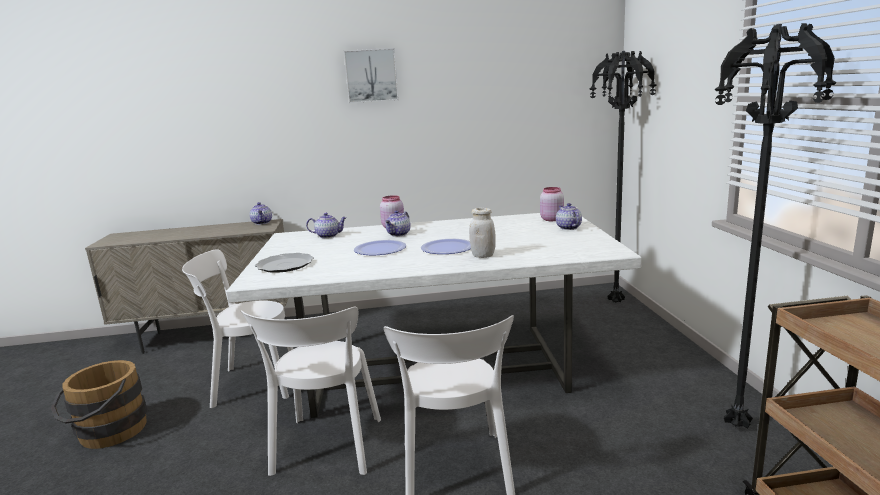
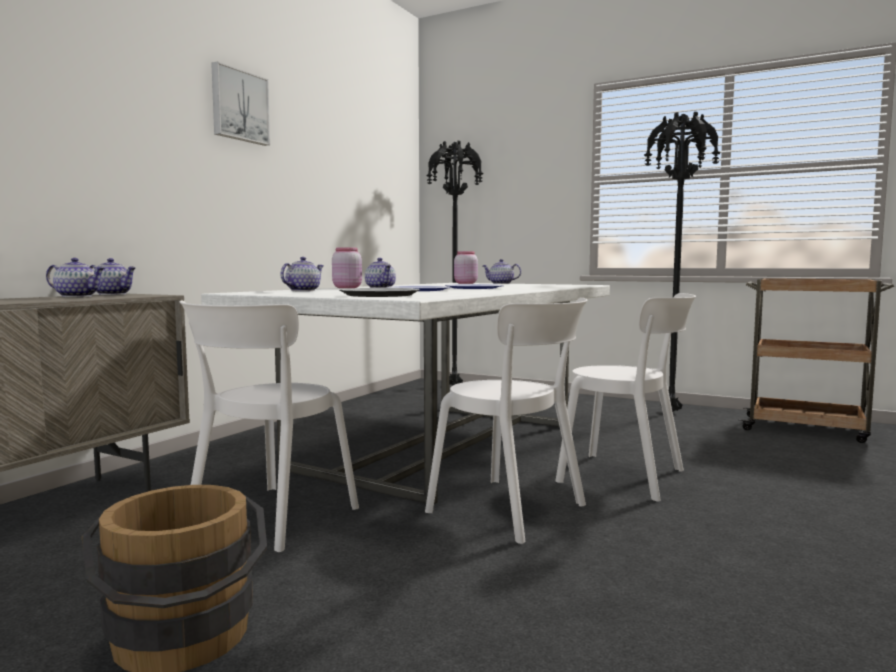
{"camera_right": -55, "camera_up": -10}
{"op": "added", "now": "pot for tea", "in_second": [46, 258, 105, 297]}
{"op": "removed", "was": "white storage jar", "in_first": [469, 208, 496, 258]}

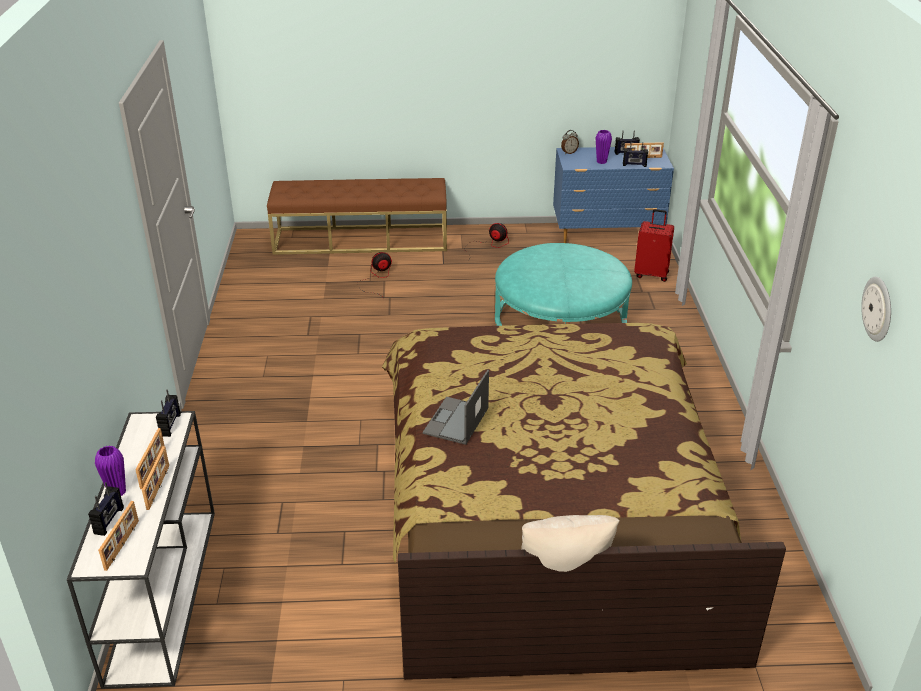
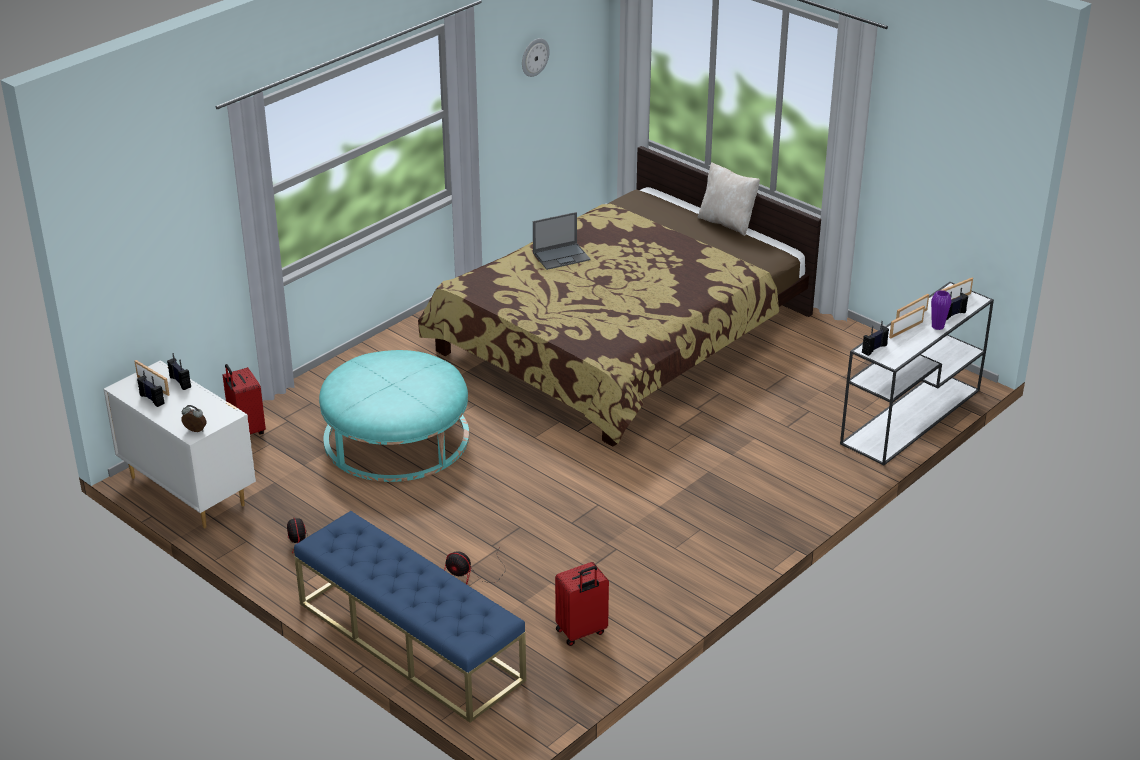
{"camera_right": -135, "camera_up": 0}
{"op": "recoloured", "was": "bluish chest of drawers", "now": "white chest of drawers", "in_first": [553, 147, 674, 243], "in_second": [104, 360, 256, 529]}
{"op": "recoloured", "was": "brown bench", "now": "bluish bench", "in_first": [267, 178, 447, 255], "in_second": [294, 511, 526, 723]}
{"op": "moved", "was": "notebook computer", "in_first": [423, 370, 489, 445], "in_second": [533, 212, 591, 270]}
{"op": "added", "now": "red piece of luggage", "in_second": [555, 562, 609, 646]}
{"op": "removed", "was": "purple-coloured flower vase", "in_first": [596, 130, 612, 164]}

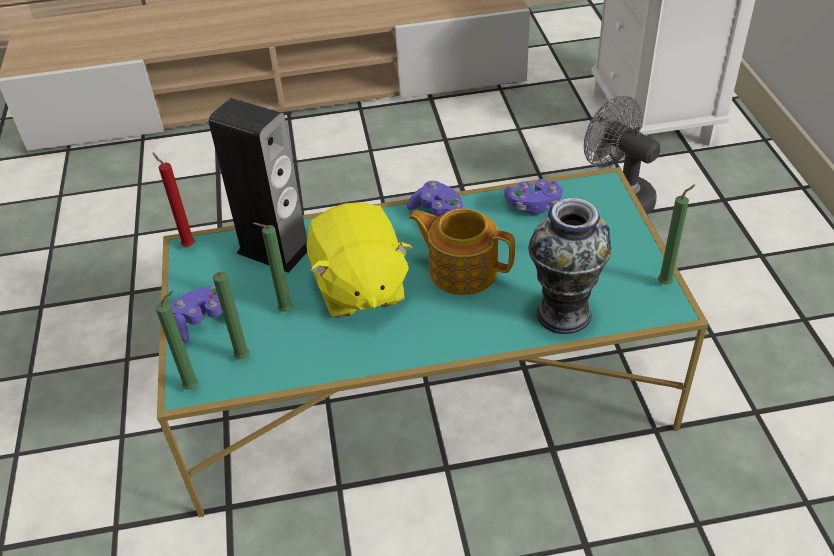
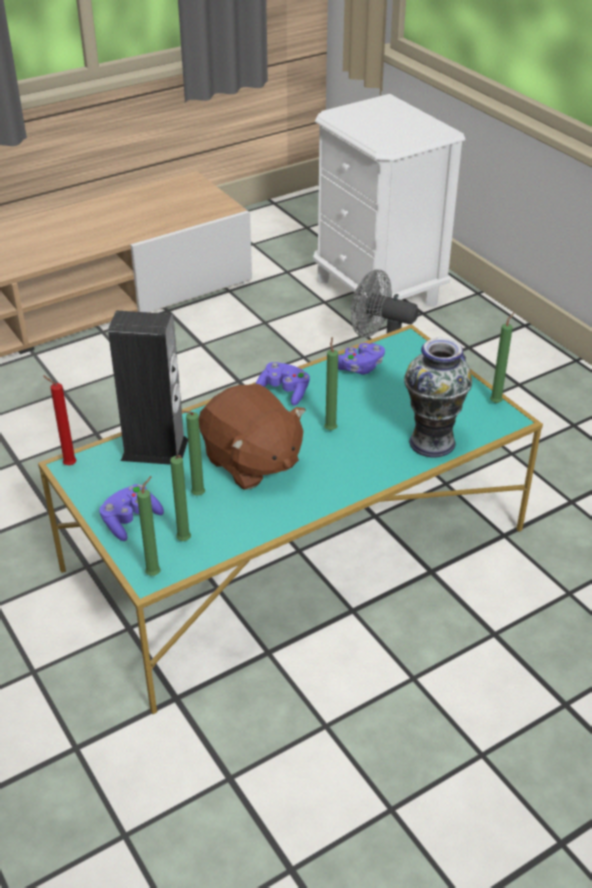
{"camera_right": -25, "camera_up": -5}
{"op": "recoloured", "was": "yellow-coloured plush toy", "now": "brown plush toy", "in_first": [307, 202, 412, 318], "in_second": [199, 384, 306, 490]}
{"op": "replaced", "was": "pot for tea", "now": "green wax light", "in_first": [408, 208, 515, 295], "in_second": [324, 337, 338, 430]}

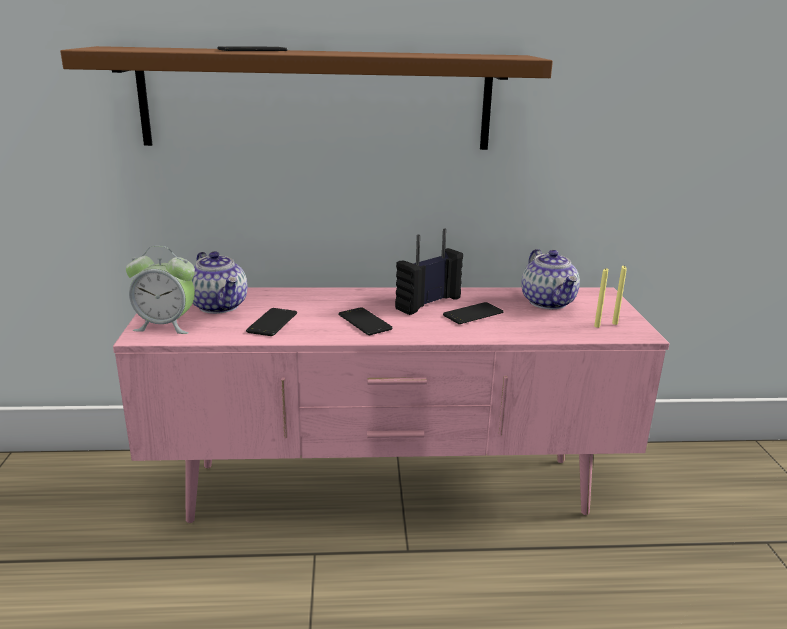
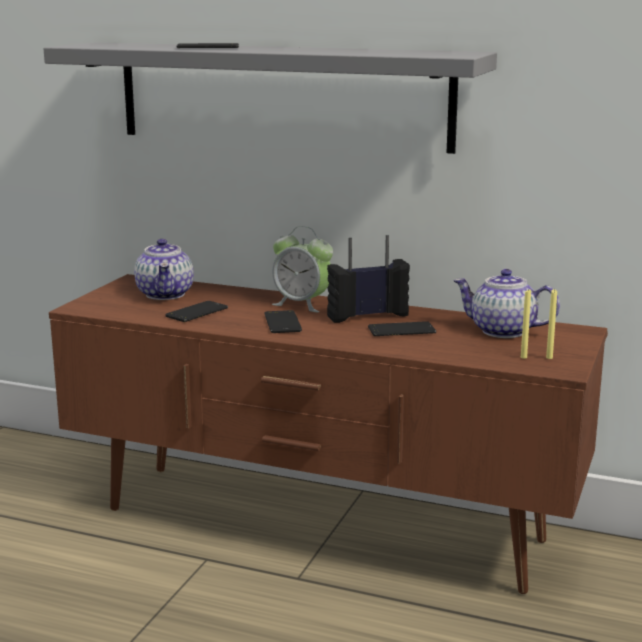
{"camera_right": 25, "camera_up": -5}
{"op": "recoloured", "was": "brown bracket shelf", "now": "grey bracket shelf", "in_first": [60, 46, 553, 150], "in_second": [43, 42, 497, 154]}
{"op": "recoloured", "was": "pinkish media console", "now": "brown media console", "in_first": [113, 287, 670, 523], "in_second": [49, 274, 608, 594]}
{"op": "moved", "was": "table clock", "in_first": [126, 246, 195, 334], "in_second": [272, 226, 333, 312]}
{"op": "turned", "was": "pot for tea", "in_first": [521, 249, 580, 309], "in_second": [453, 269, 560, 338], "clockwise": 105}

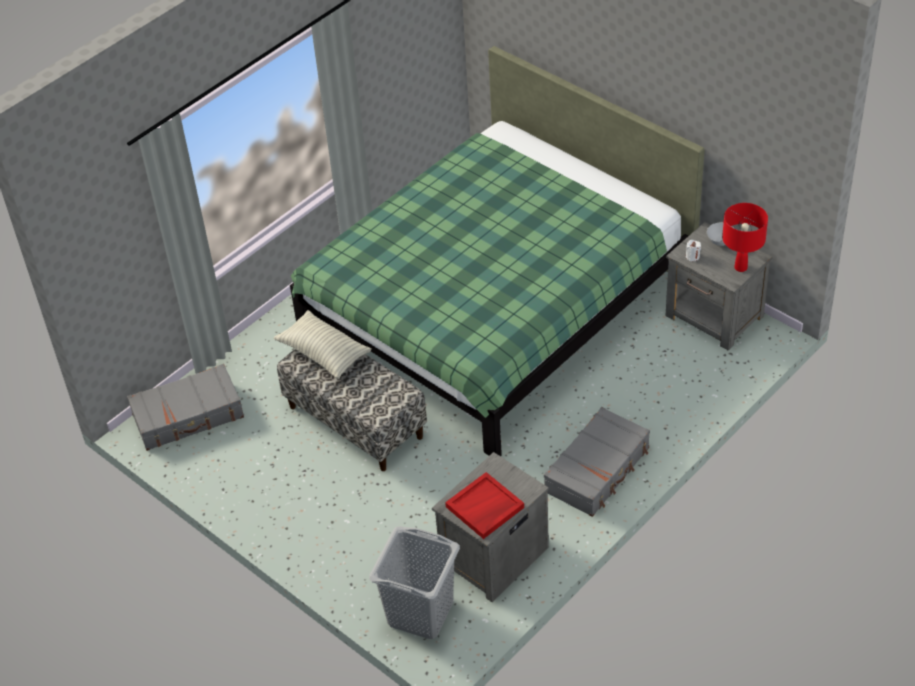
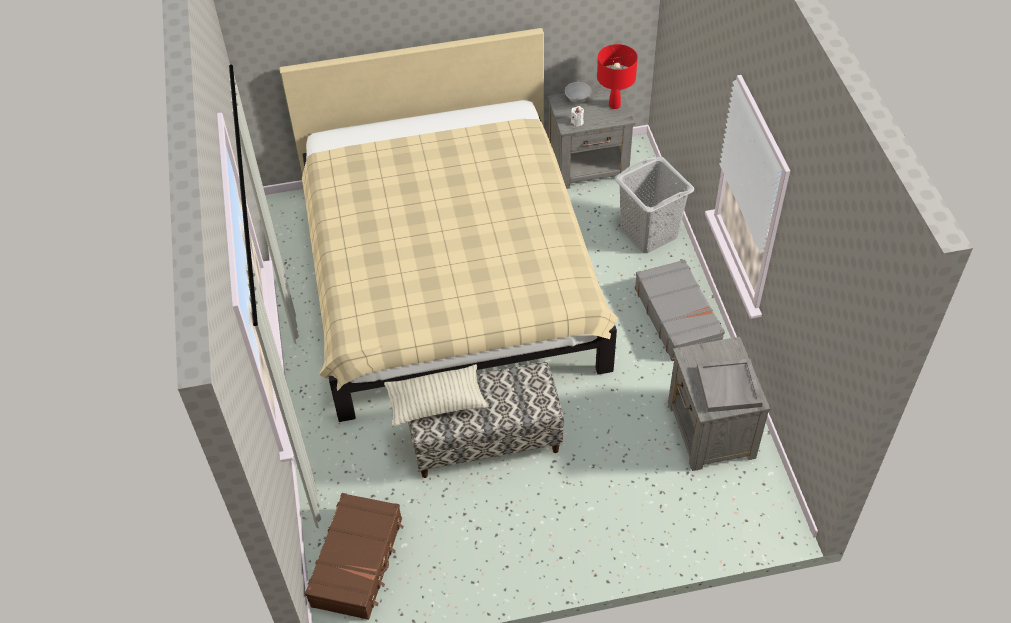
{"camera_right": -55, "camera_up": 5}
{"op": "recoloured", "was": "green sleeping bed", "now": "beige sleeping bed", "in_first": [290, 46, 705, 456], "in_second": [279, 28, 618, 422]}
{"op": "recoloured", "was": "grey piece of luggage", "now": "brown piece of luggage", "in_first": [127, 364, 244, 451], "in_second": [305, 493, 404, 620]}
{"op": "moved", "was": "grey washing basket", "in_first": [369, 526, 460, 639], "in_second": [615, 156, 694, 253]}
{"op": "recoloured", "was": "red carrying tray", "now": "grey carrying tray", "in_first": [445, 472, 524, 539], "in_second": [697, 359, 763, 412]}

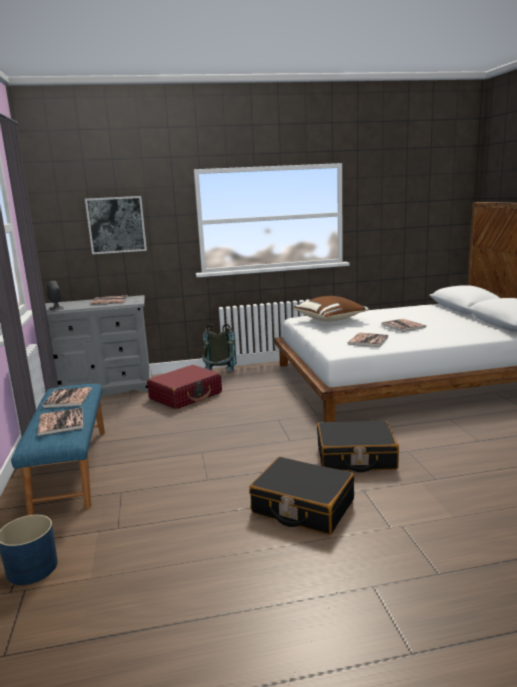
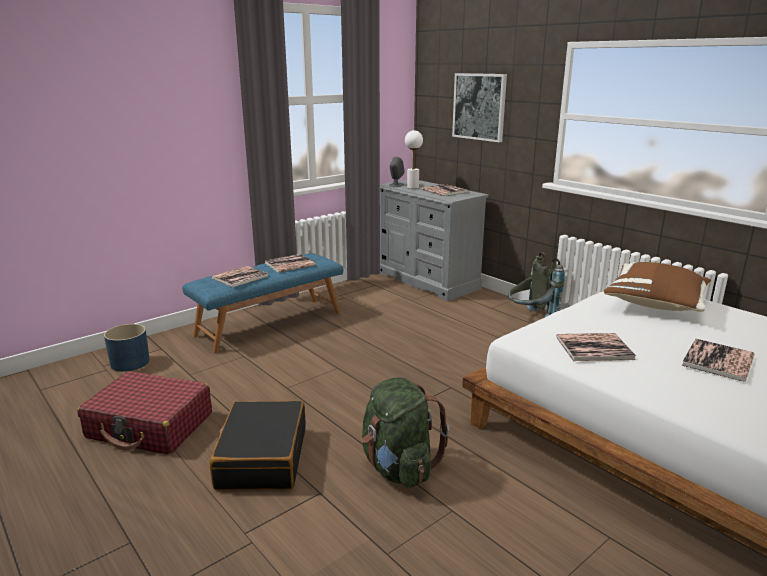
{"camera_right": 60, "camera_up": 5}
{"op": "moved", "was": "red piece of luggage", "in_first": [147, 365, 222, 409], "in_second": [77, 371, 212, 455]}
{"op": "replaced", "was": "black piece of luggage", "now": "green rucksack", "in_first": [317, 420, 399, 472], "in_second": [362, 377, 450, 488]}
{"op": "added", "now": "white tabletop lamp", "in_second": [405, 130, 423, 189]}

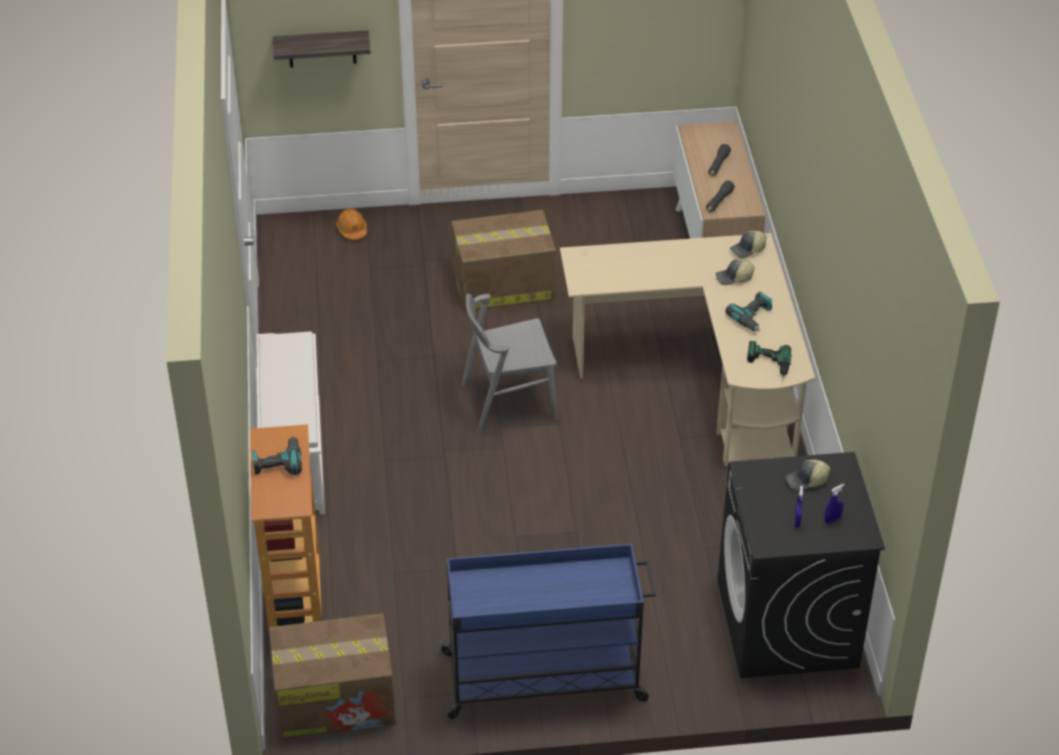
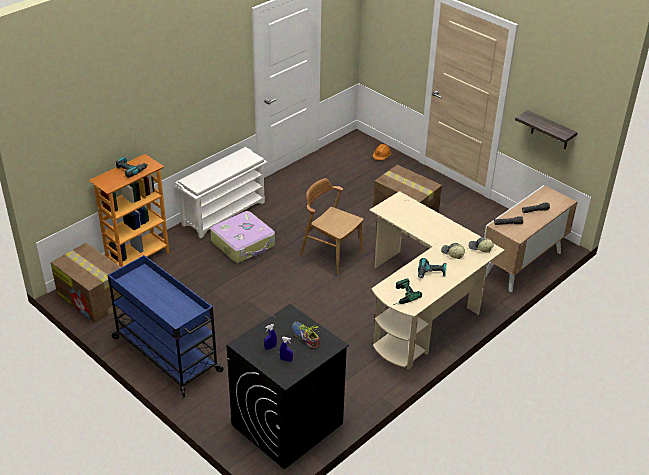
{"camera_right": 50, "camera_up": -5}
{"op": "added", "now": "piece of luggage", "in_second": [210, 211, 275, 263]}
{"op": "replaced", "was": "cap", "now": "shoe", "in_first": [785, 459, 830, 491], "in_second": [292, 322, 320, 348]}
{"op": "recoloured", "was": "grey plain chair", "now": "brown plain chair", "in_first": [461, 294, 558, 433], "in_second": [300, 178, 364, 274]}
{"op": "moved", "was": "bracket shelf", "in_first": [273, 30, 371, 68], "in_second": [515, 110, 578, 149]}

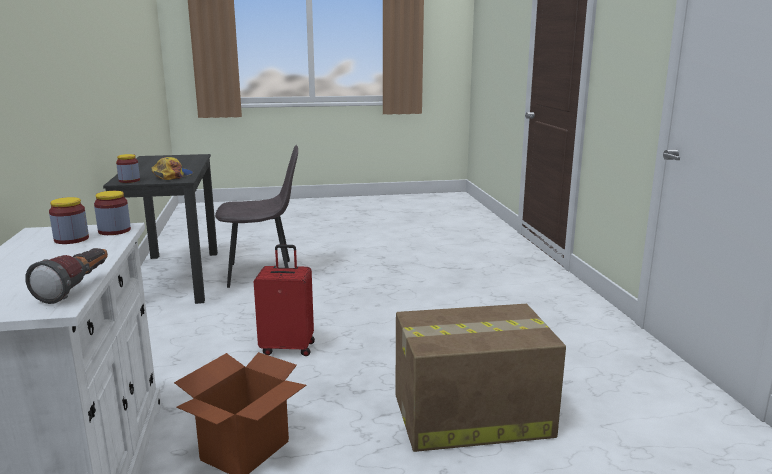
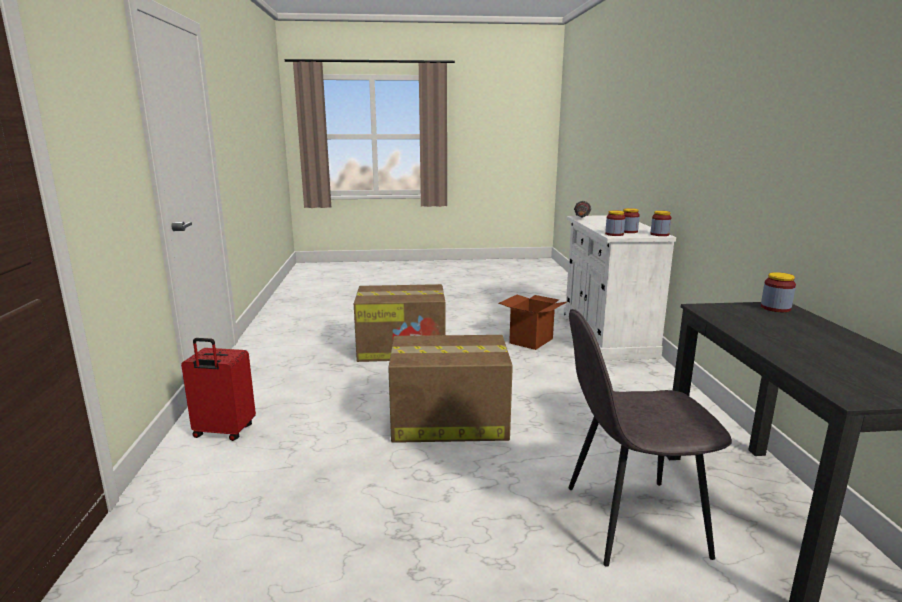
{"camera_right": -175, "camera_up": 0}
{"op": "moved", "was": "red piece of luggage", "in_first": [254, 244, 315, 356], "in_second": [181, 338, 256, 441]}
{"op": "added", "now": "carton", "in_second": [388, 335, 513, 443]}
{"op": "added", "now": "storage jar", "in_second": [651, 211, 671, 236]}
{"op": "removed", "was": "cap", "in_first": [151, 157, 193, 180]}

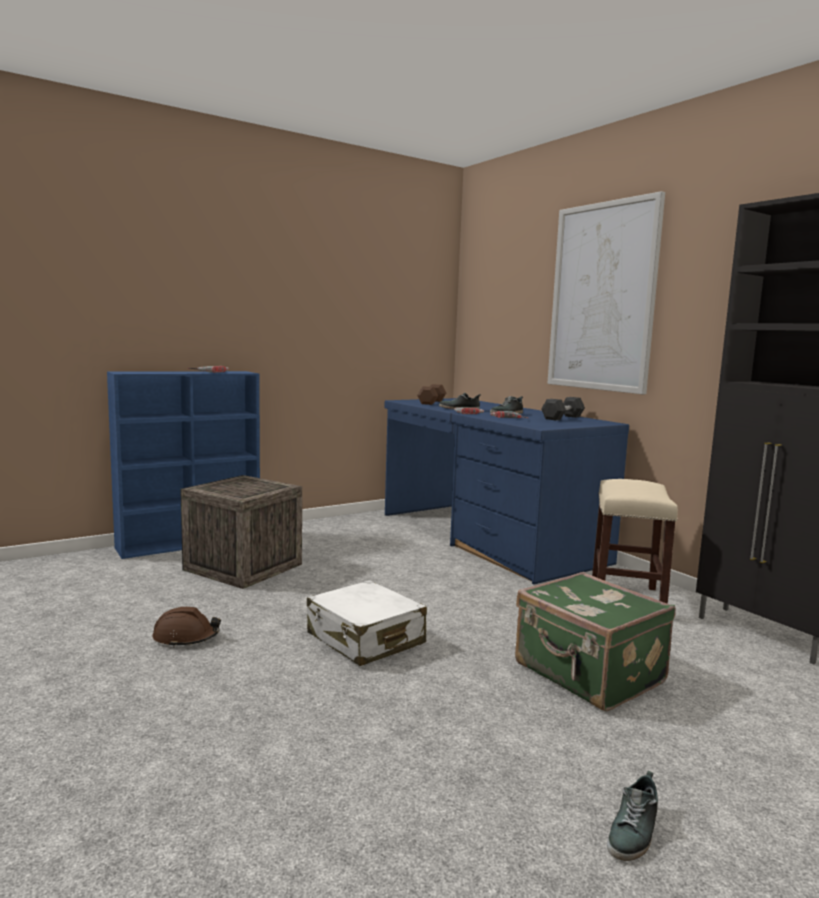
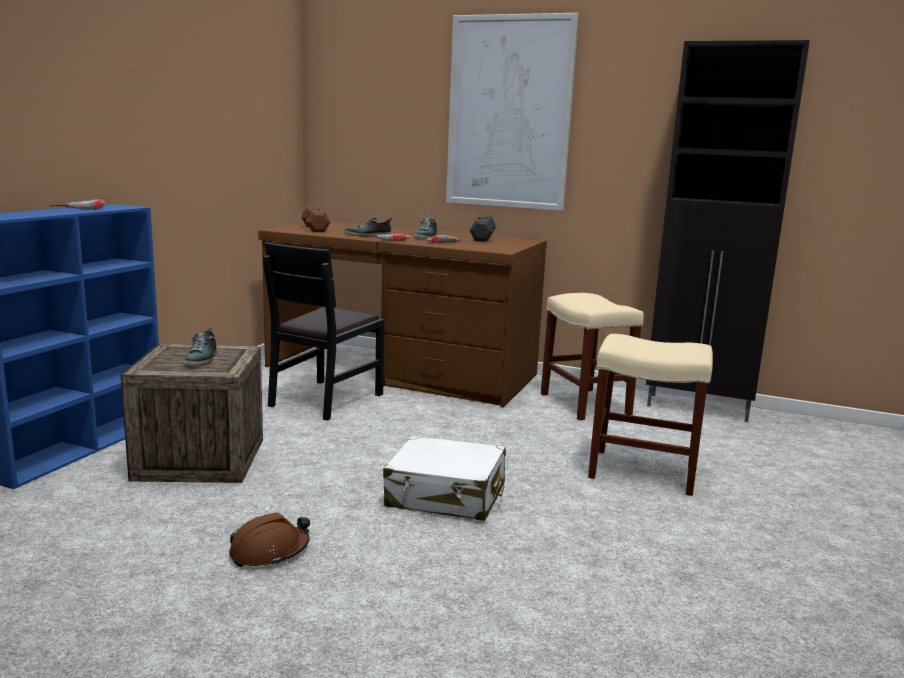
{"camera_right": -35, "camera_up": 5}
{"op": "moved", "was": "shoe", "in_first": [607, 771, 658, 861], "in_second": [183, 328, 217, 366]}
{"op": "recoloured", "was": "bluish desk table", "now": "brown desk table", "in_first": [384, 398, 629, 584], "in_second": [258, 221, 547, 407]}
{"op": "added", "now": "black plain chair", "in_second": [263, 242, 384, 421]}
{"op": "replaced", "was": "green piece of luggage", "now": "beige stool seat", "in_first": [515, 572, 676, 712], "in_second": [588, 334, 713, 496]}

